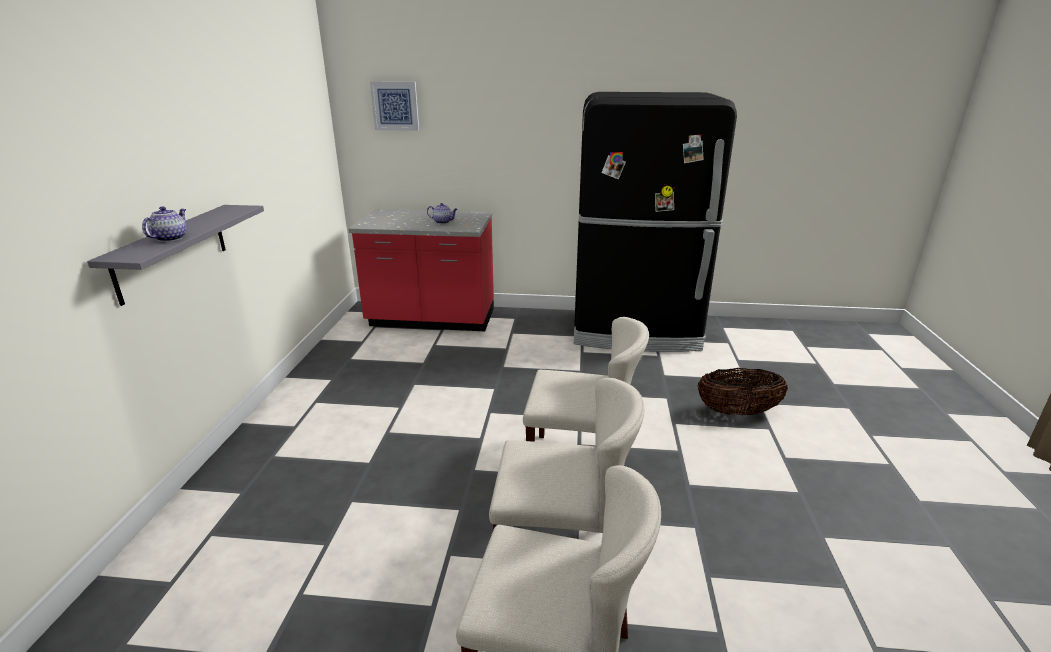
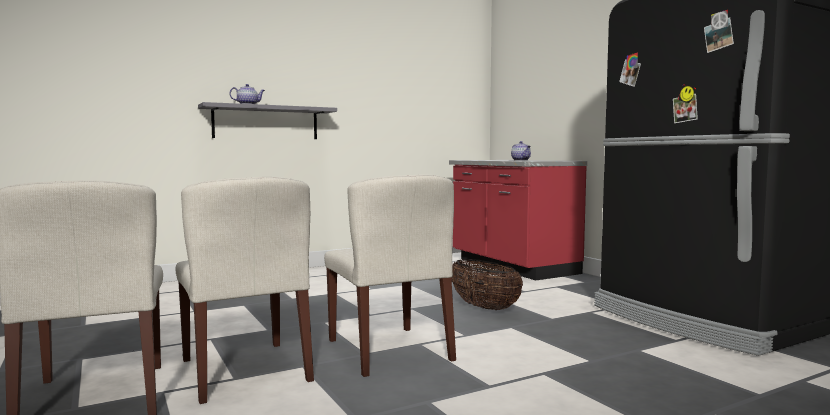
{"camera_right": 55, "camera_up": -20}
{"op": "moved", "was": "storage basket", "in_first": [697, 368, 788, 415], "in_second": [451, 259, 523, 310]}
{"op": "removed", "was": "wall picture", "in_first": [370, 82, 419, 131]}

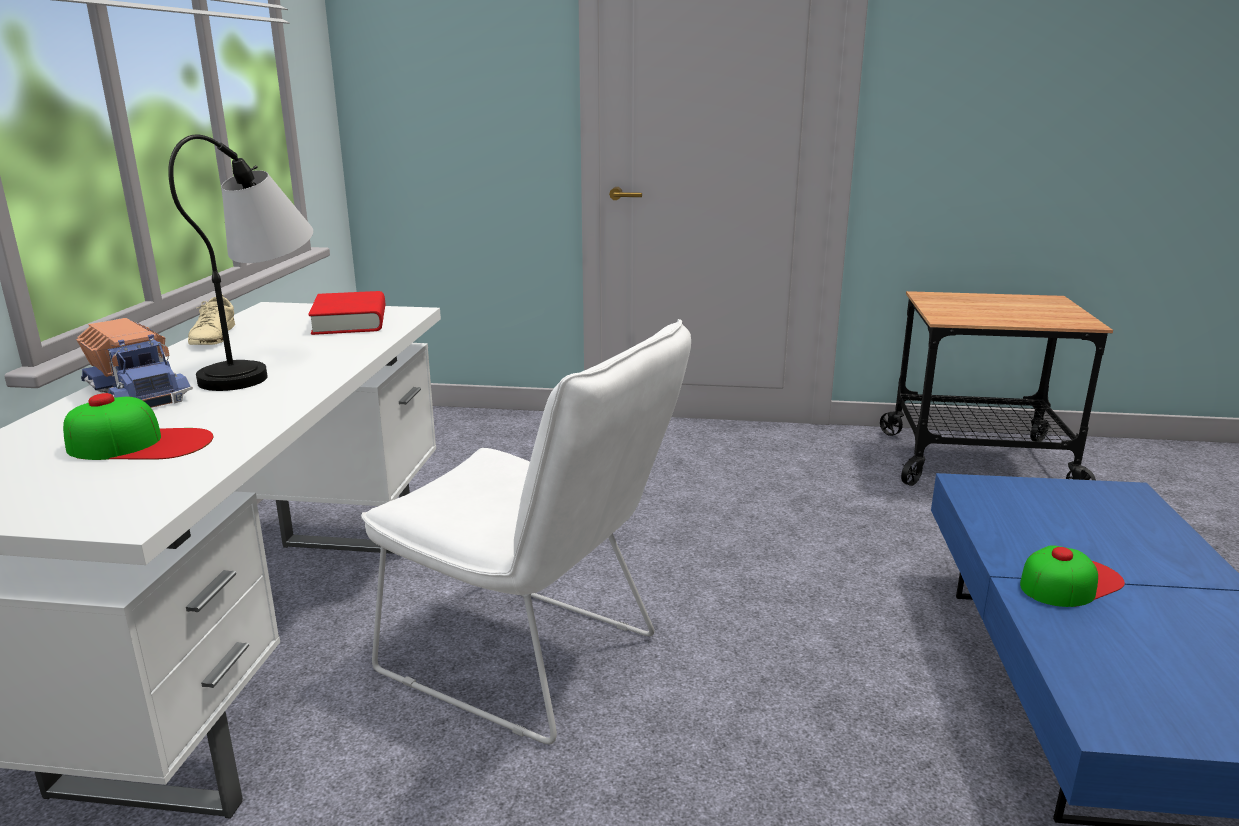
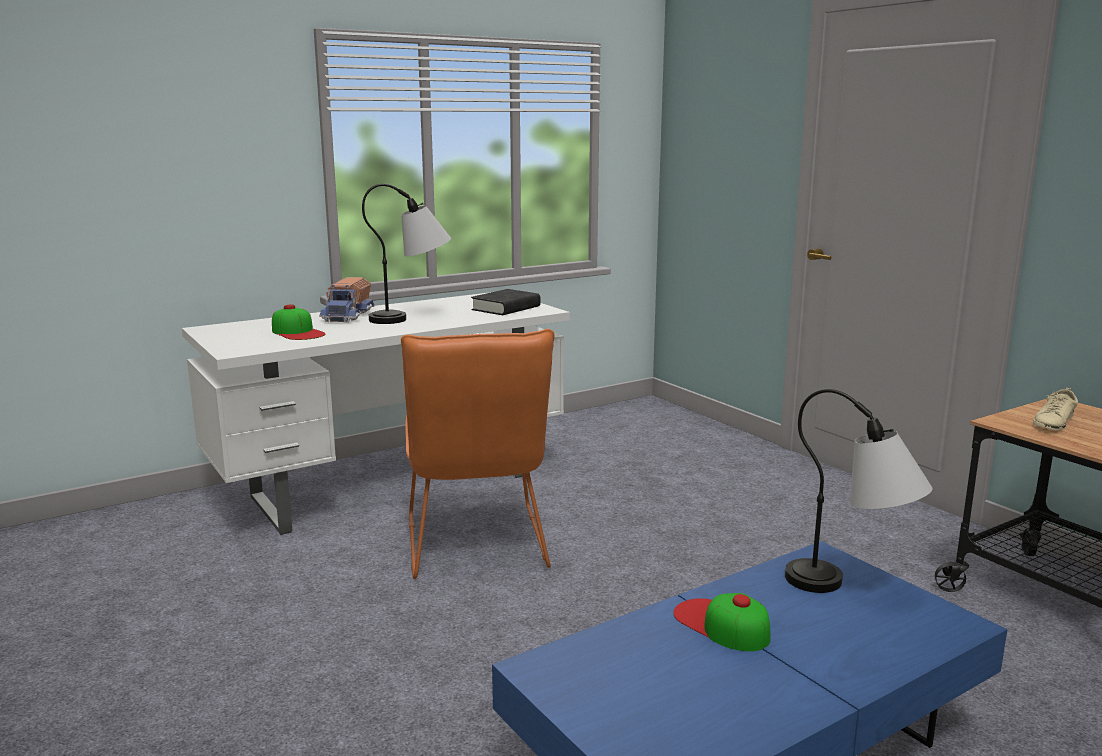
{"camera_right": 50, "camera_up": -5}
{"op": "recoloured", "was": "white plain chair", "now": "orange-coloured plain chair", "in_first": [361, 319, 691, 744], "in_second": [401, 329, 555, 579]}
{"op": "recoloured", "was": "red volume", "now": "black volume", "in_first": [308, 291, 385, 335], "in_second": [471, 289, 541, 315]}
{"op": "turned", "was": "cap", "in_first": [1020, 545, 1125, 607], "in_second": [673, 593, 771, 651], "clockwise": -150}
{"op": "added", "now": "tabletop lamp", "in_second": [785, 389, 932, 593]}
{"op": "moved", "was": "beige shoe", "in_first": [188, 294, 235, 345], "in_second": [1033, 387, 1078, 431]}

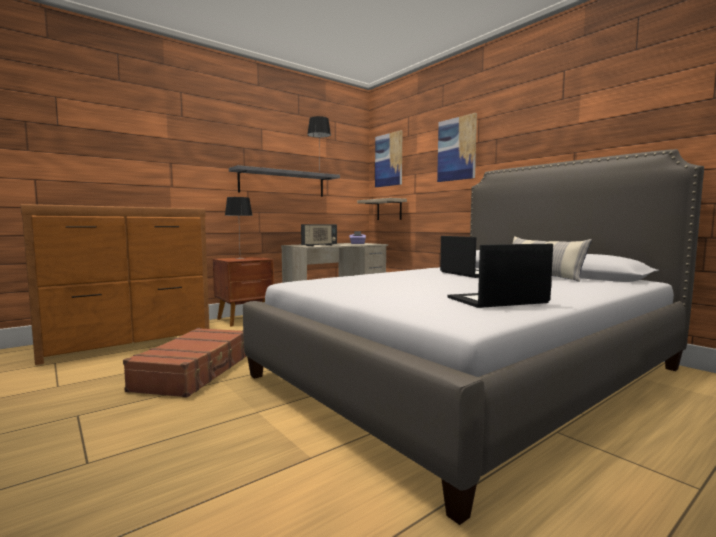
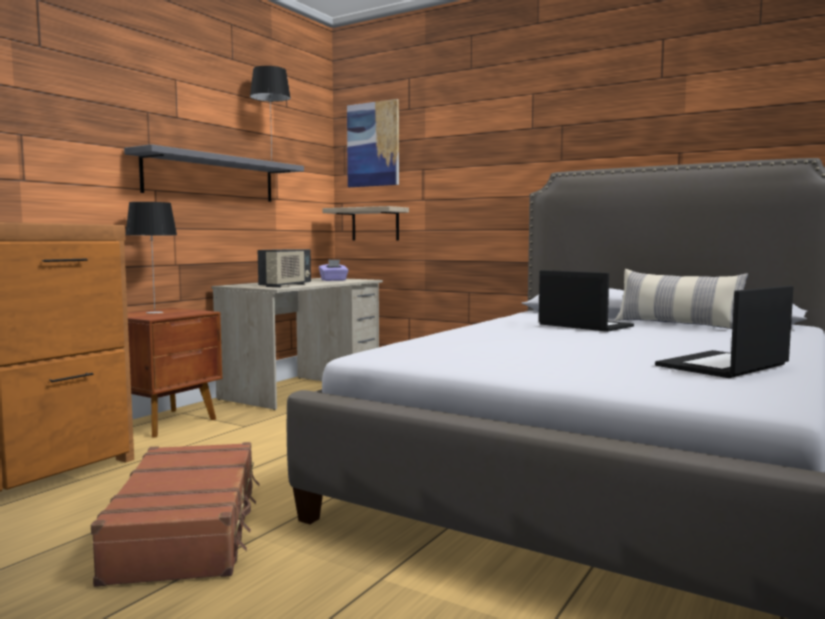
{"camera_right": -20, "camera_up": 0}
{"op": "removed", "was": "wall picture", "in_first": [437, 113, 477, 182]}

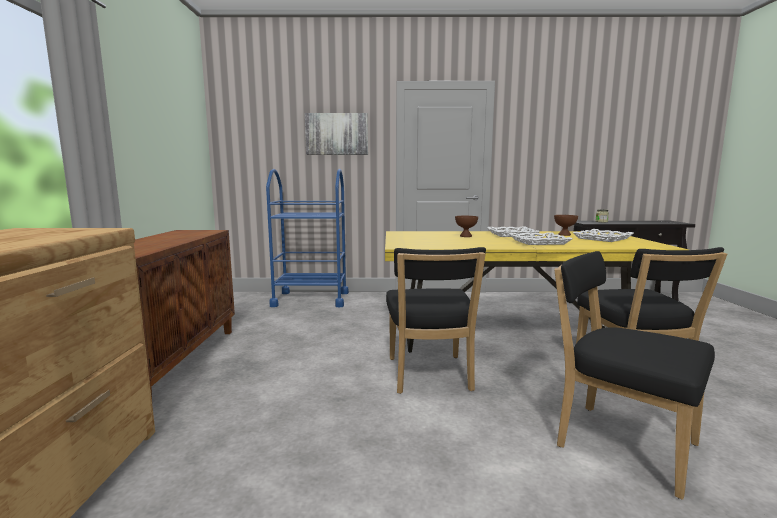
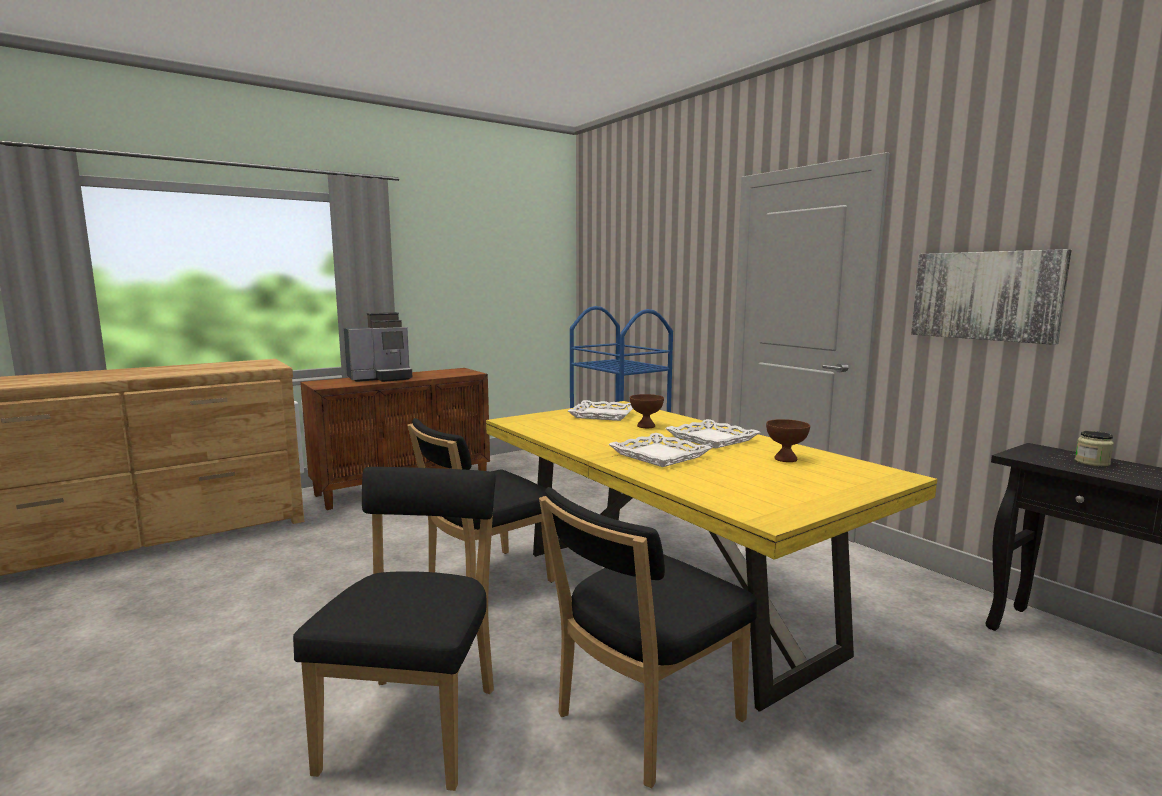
{"camera_right": 55, "camera_up": 0}
{"op": "added", "now": "coffee maker", "in_second": [344, 312, 412, 382]}
{"op": "moved", "was": "white carrying tray", "in_first": [573, 229, 634, 242], "in_second": [568, 400, 633, 421]}
{"op": "moved", "was": "wall picture", "in_first": [305, 113, 368, 155], "in_second": [911, 249, 1071, 345]}

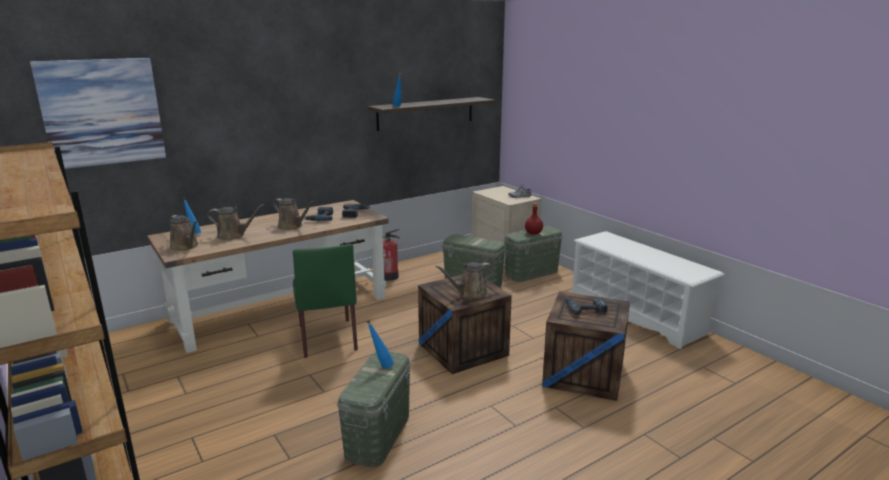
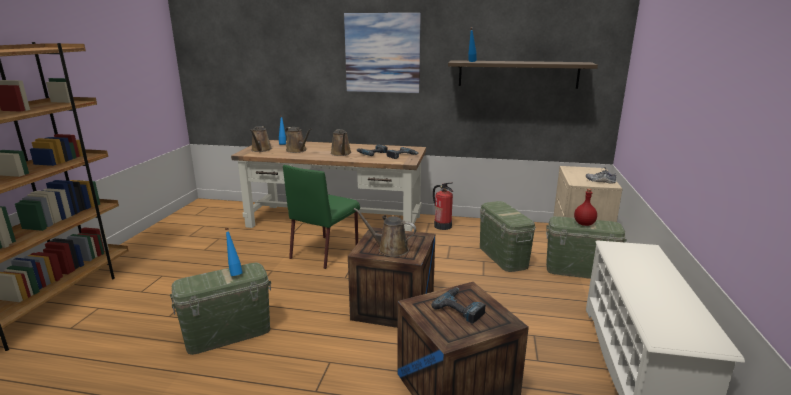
{"camera_right": 45, "camera_up": 0}
{"op": "moved", "was": "wall picture", "in_first": [30, 58, 166, 169], "in_second": [344, 13, 421, 93]}

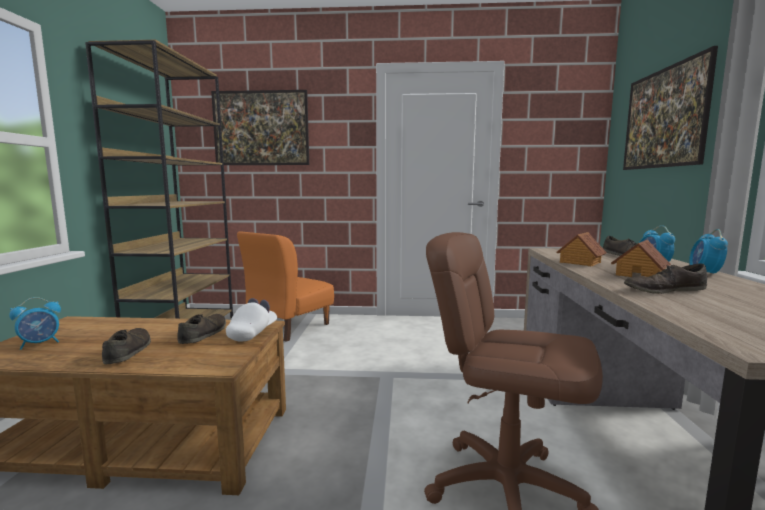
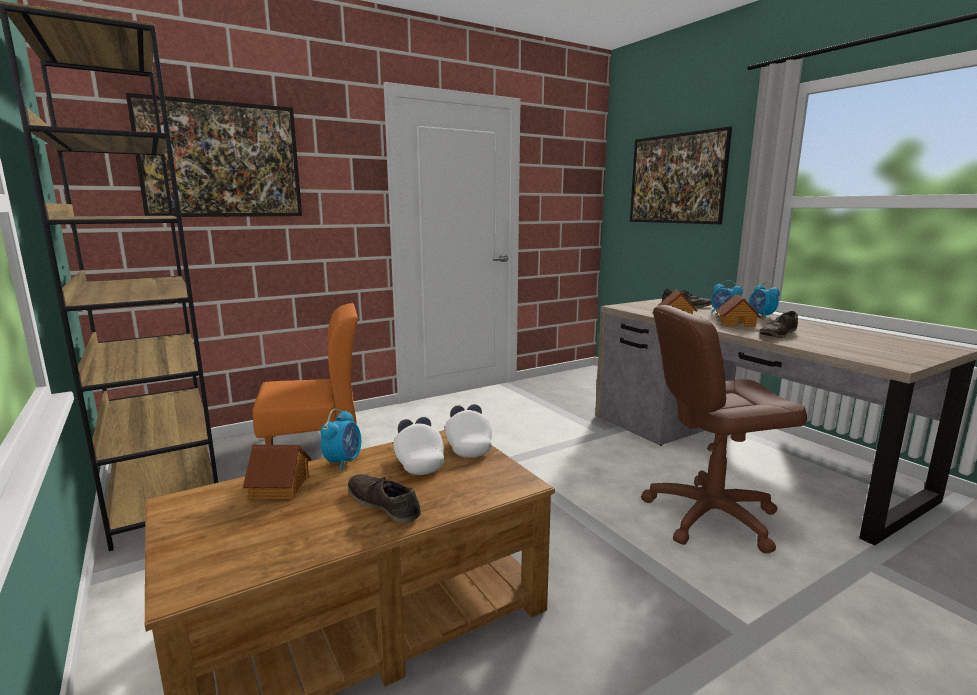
{"camera_right": -35, "camera_up": 5}
{"op": "added", "now": "toy house", "in_second": [243, 445, 311, 499]}
{"op": "turned", "was": "orange-coloured plain chair", "in_first": [237, 231, 334, 342], "in_second": [253, 303, 358, 445], "clockwise": -105}
{"op": "moved", "was": "table clock", "in_first": [9, 297, 61, 350], "in_second": [321, 409, 361, 471]}
{"op": "replaced", "was": "brown shoe", "now": "white cap", "in_first": [177, 314, 226, 344], "in_second": [393, 417, 444, 475]}

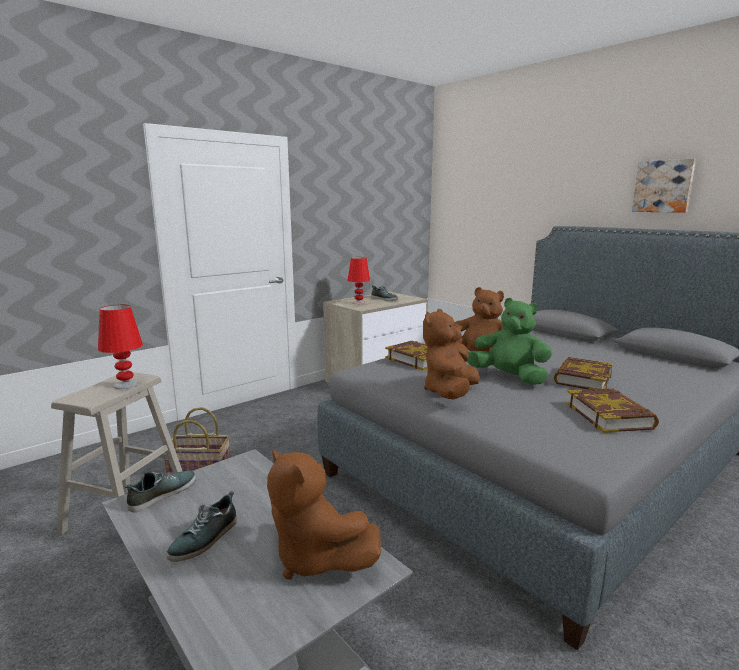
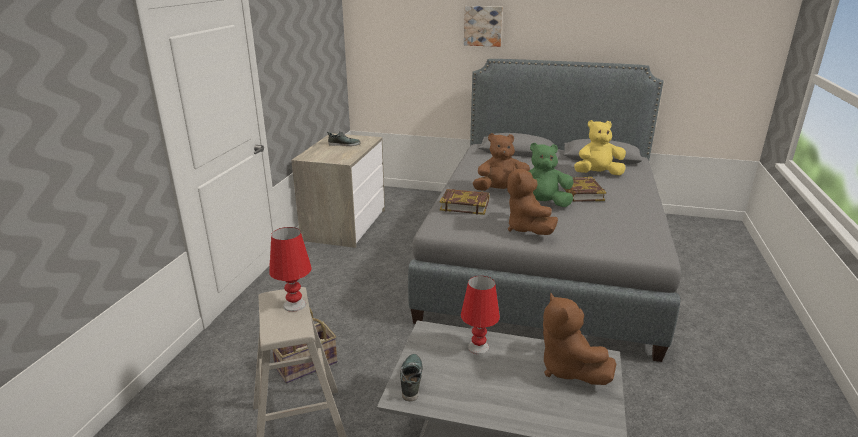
{"camera_right": -35, "camera_up": 10}
{"op": "moved", "was": "red tabletop lamp", "in_first": [348, 257, 370, 304], "in_second": [461, 276, 500, 354]}
{"op": "moved", "was": "wall picture", "in_first": [632, 159, 696, 213], "in_second": [464, 6, 503, 47]}
{"op": "turned", "was": "brown plush toy", "in_first": [267, 449, 381, 579], "in_second": [543, 293, 616, 385], "clockwise": 60}
{"op": "added", "now": "yellow-coloured plush toy", "in_second": [574, 120, 626, 175]}
{"op": "removed", "was": "shoe", "in_first": [166, 491, 237, 562]}
{"op": "removed", "was": "volume", "in_first": [566, 389, 659, 433]}

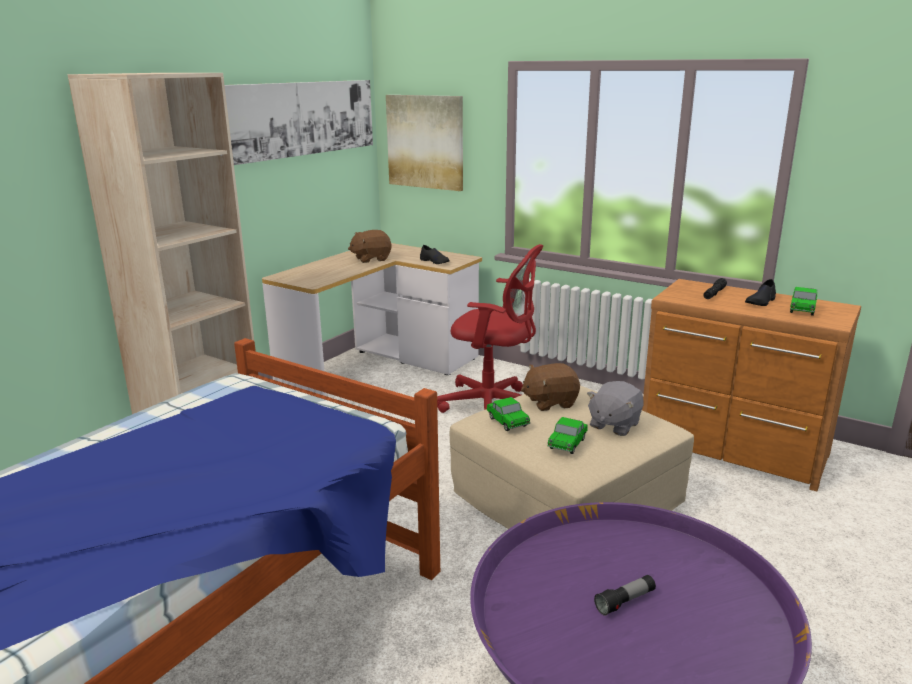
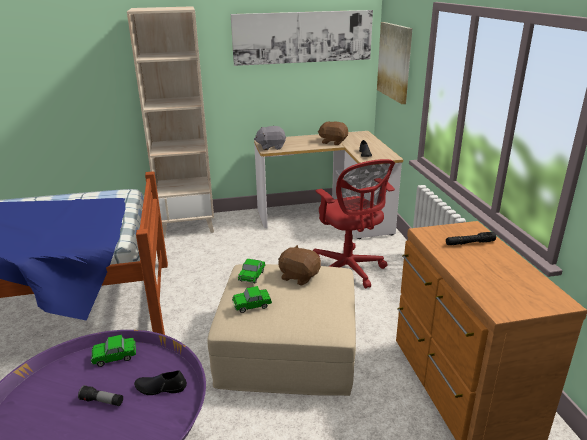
{"camera_right": 45, "camera_up": 5}
{"op": "moved", "was": "model car", "in_first": [790, 287, 818, 316], "in_second": [91, 335, 136, 367]}
{"op": "moved", "was": "black shoe", "in_first": [745, 279, 776, 306], "in_second": [134, 370, 187, 395]}
{"op": "moved", "was": "grey plush toy", "in_first": [587, 381, 644, 436], "in_second": [254, 126, 286, 150]}

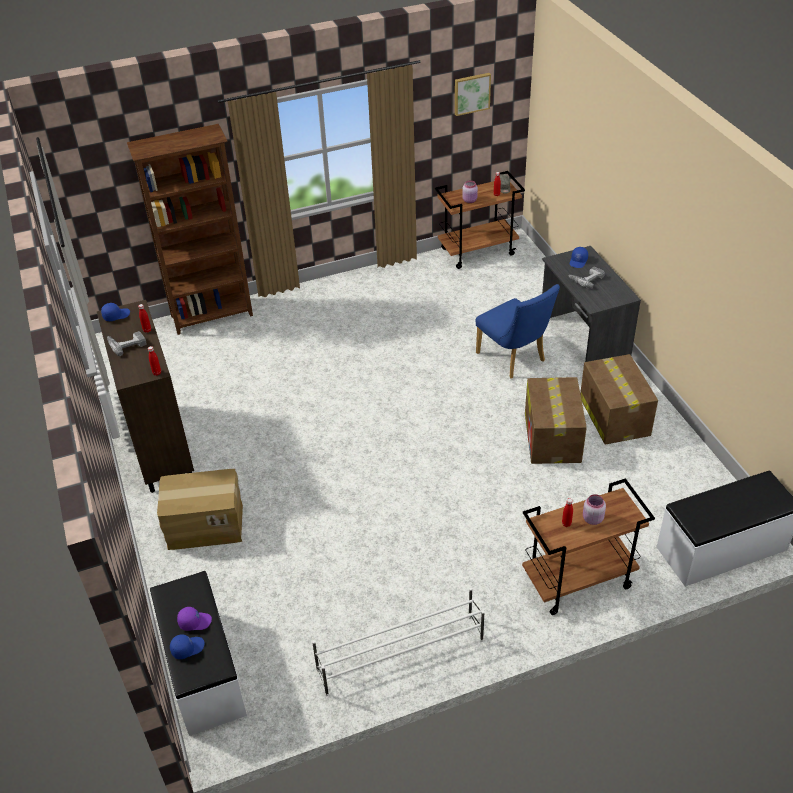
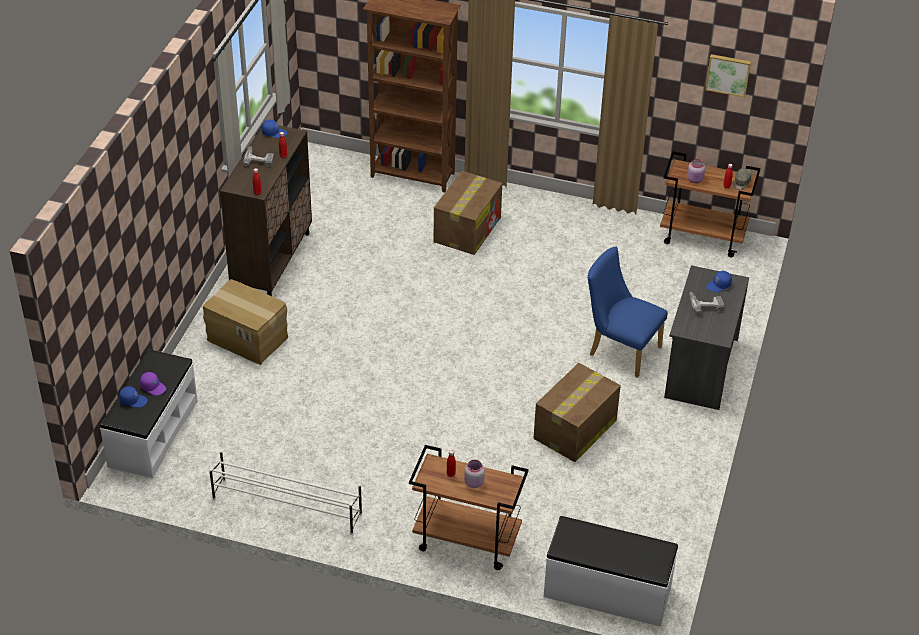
{"camera_right": 35, "camera_up": 0}
{"op": "moved", "was": "carton", "in_first": [580, 354, 658, 445], "in_second": [434, 171, 502, 255]}
{"op": "turned", "was": "bluish plain chair", "in_first": [476, 284, 560, 379], "in_second": [587, 246, 668, 378], "clockwise": 120}

